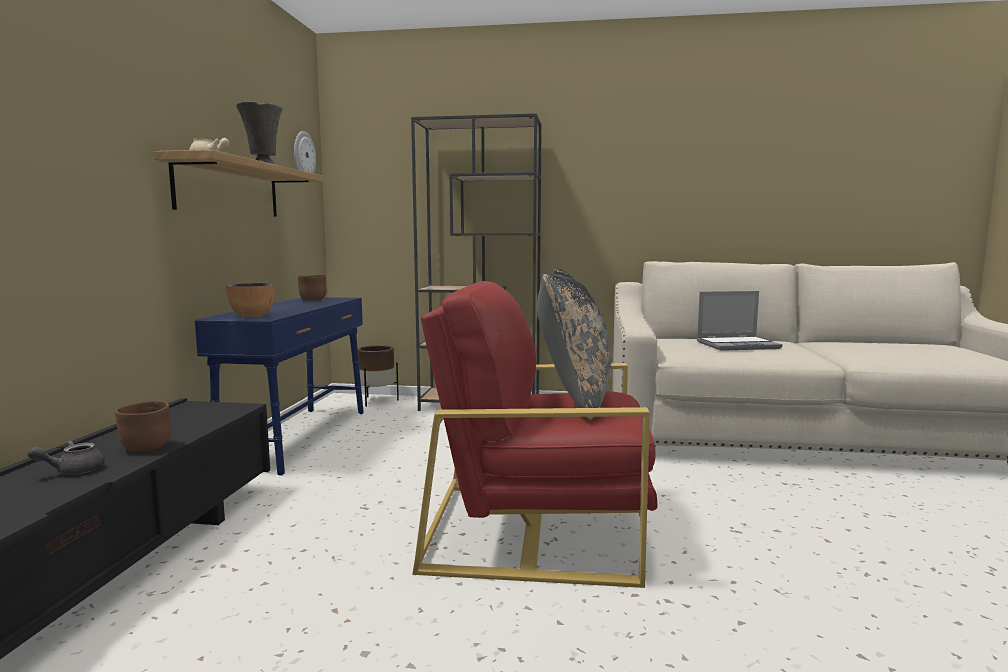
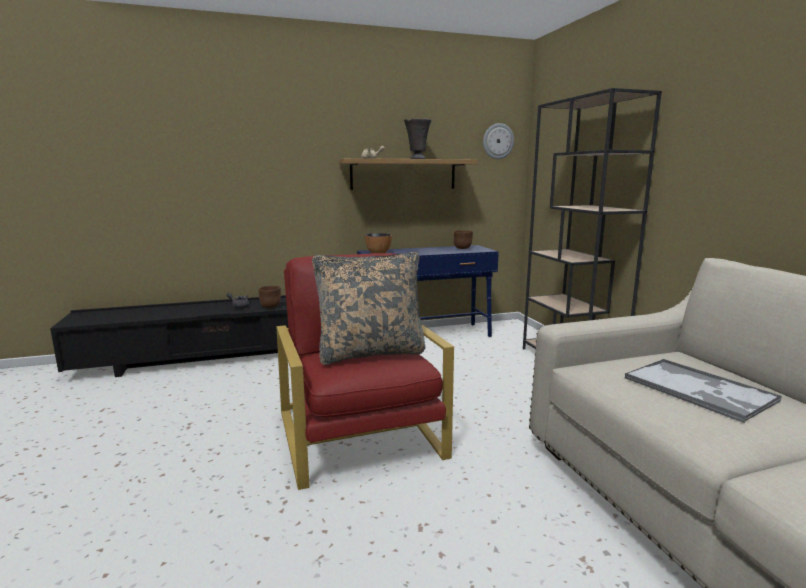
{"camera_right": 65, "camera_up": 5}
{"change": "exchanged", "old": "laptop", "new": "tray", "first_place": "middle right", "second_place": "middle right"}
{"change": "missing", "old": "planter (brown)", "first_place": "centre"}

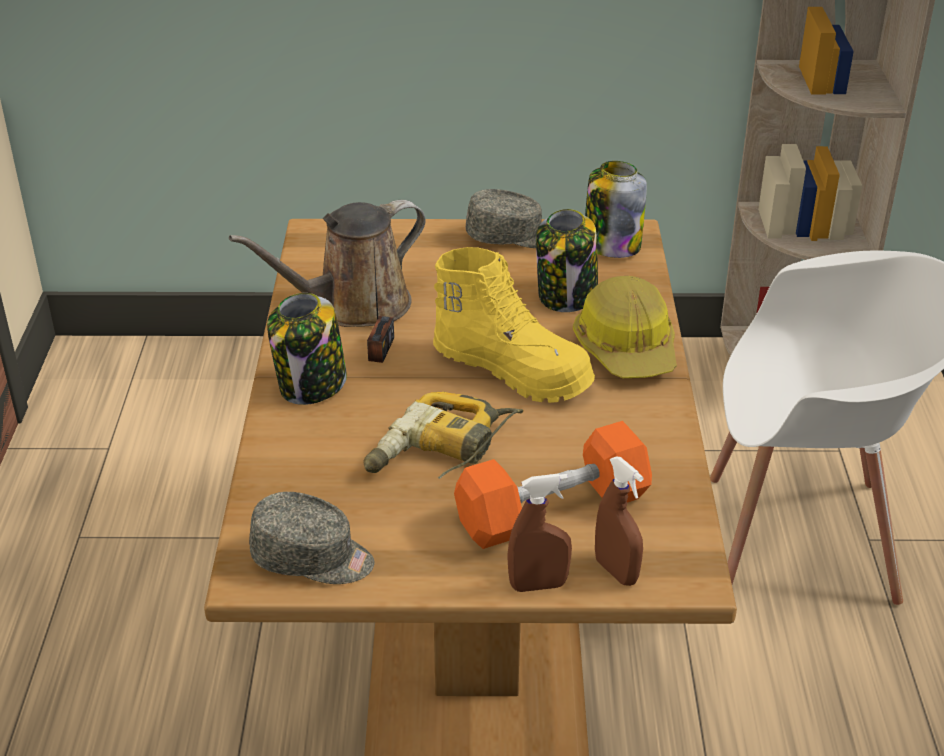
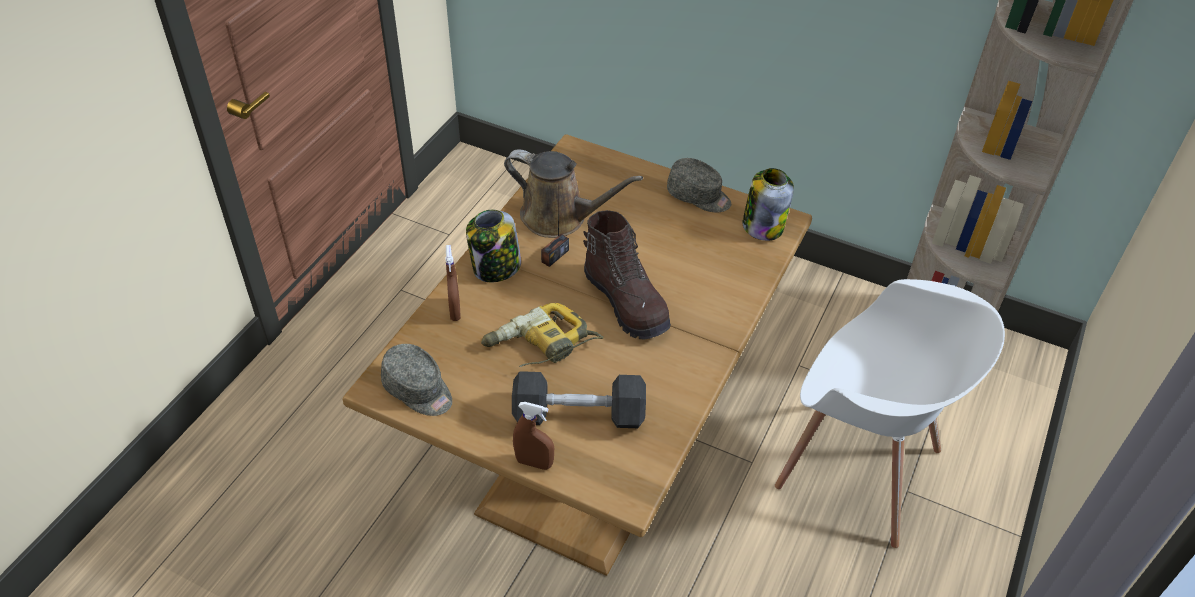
{"camera_right": 25, "camera_up": 10}
{"change": "relocated", "old": "spray bottle (brown) (no. 2 from left in the first image)", "new": "spray bottle (brown) (no. 1 from left)", "first_place": "bottom centre", "second_place": "centre"}
{"change": "spun", "old": "watering can (brown)", "first_place": "centre", "second_place": "top centre", "degrees": -150}
{"change": "colour", "old": "dumbbell (orange)", "new": "dumbbell (black)", "first_place": "centre", "second_place": "bottom centre"}
{"change": "colour", "old": "boot (yellow)", "new": "boot (brown)", "first_place": "centre", "second_place": "centre"}
{"change": "missing", "old": "jar (no. 2 from left)", "first_place": "centre"}
{"change": "missing", "old": "hard hat", "first_place": "centre"}

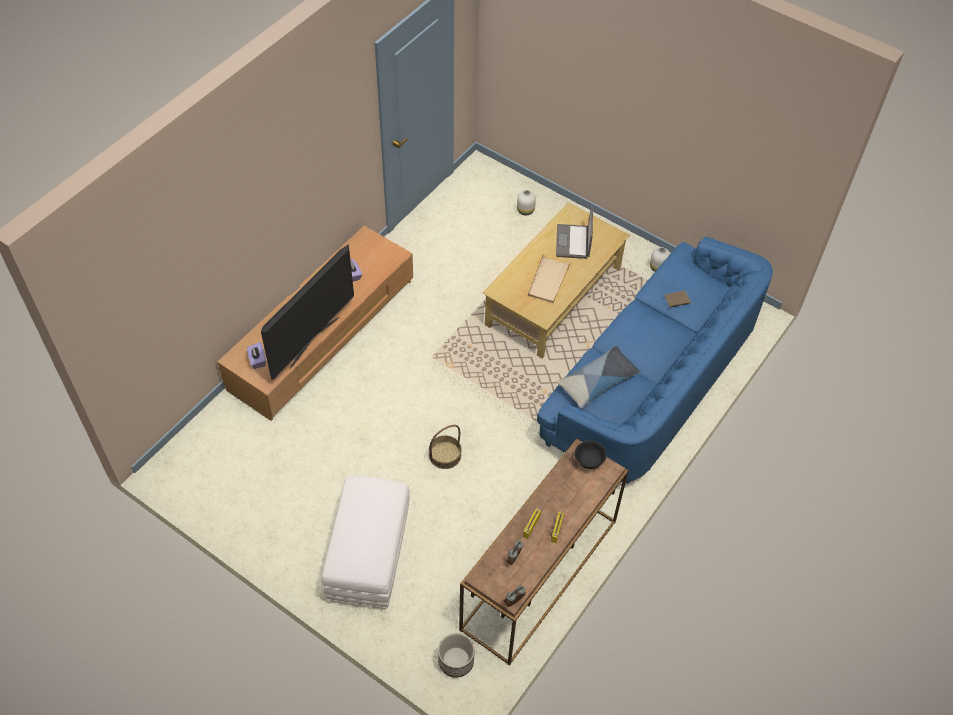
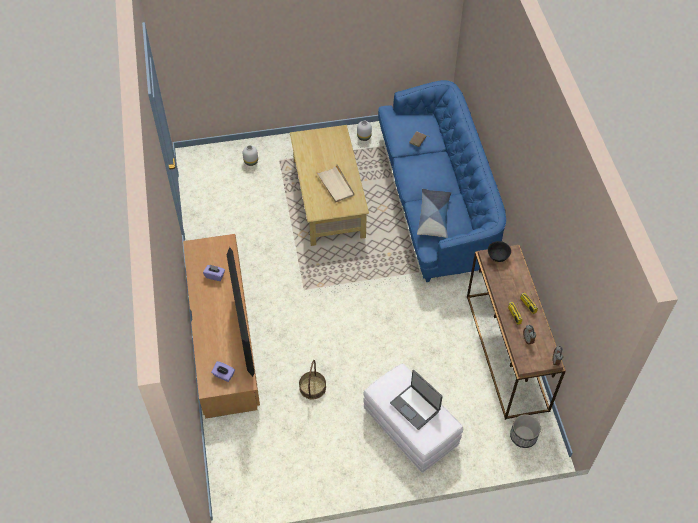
{"camera_right": -45, "camera_up": 0}
{"change": "relocated", "old": "basket", "first_place": "centre", "second_place": "bottom centre"}
{"change": "relocated", "old": "laptop", "first_place": "top centre", "second_place": "bottom centre"}

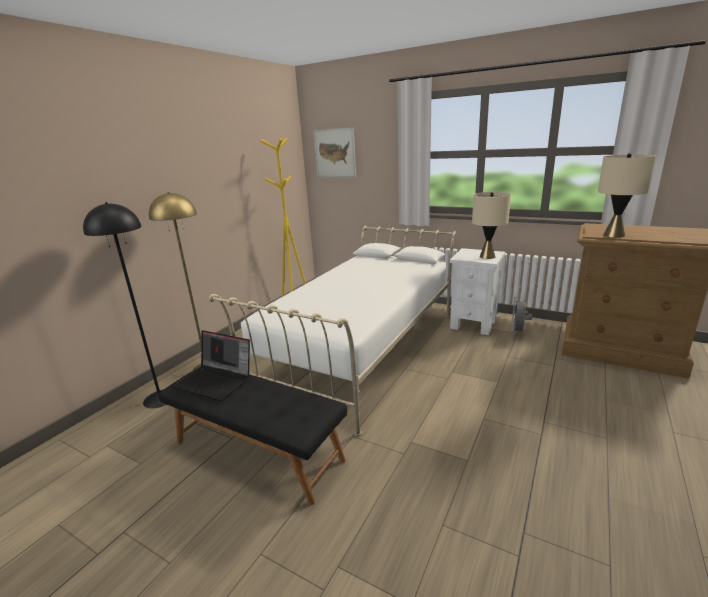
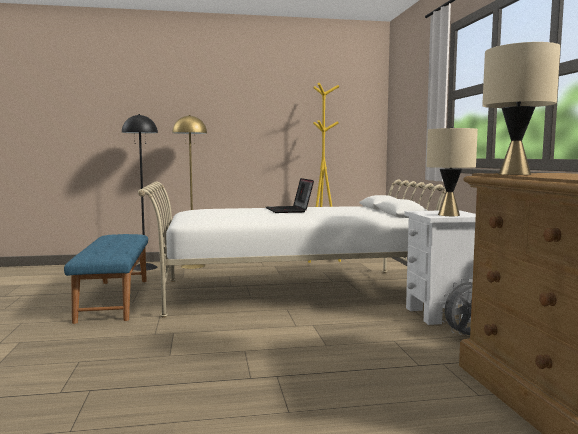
{"camera_right": 50, "camera_up": -15}
{"change": "colour", "old": "bench (black)", "new": "bench (blue)", "first_place": "bottom centre", "second_place": "middle left"}
{"change": "relocated", "old": "laptop", "first_place": "middle left", "second_place": "centre"}
{"change": "missing", "old": "picture", "first_place": "top centre"}

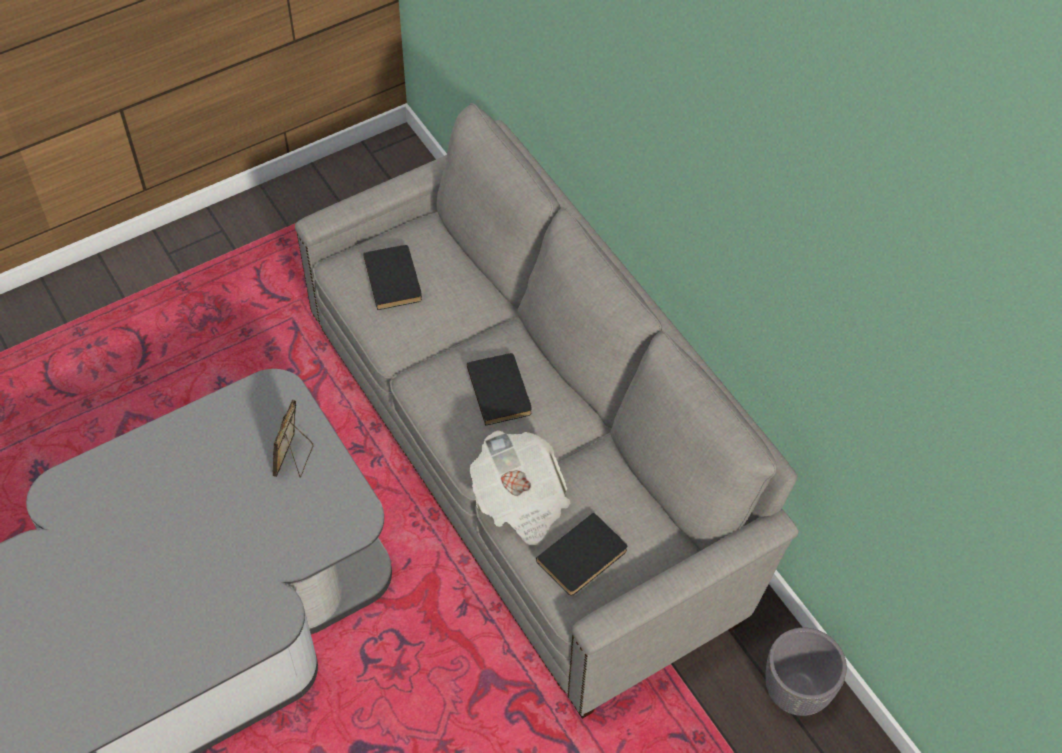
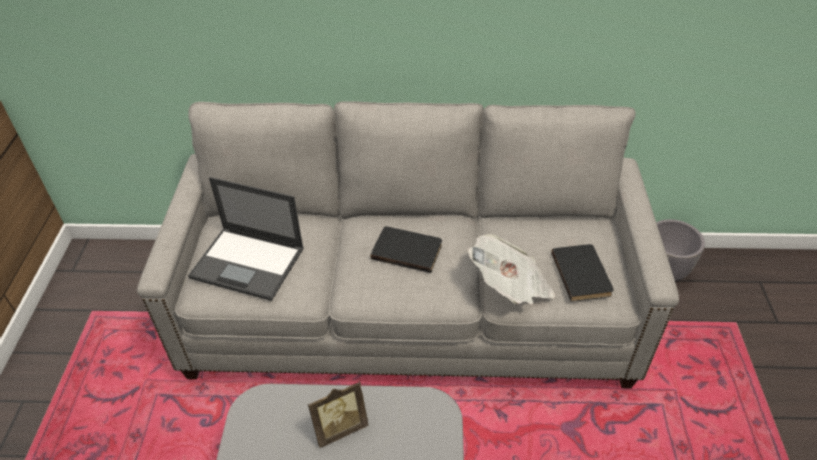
{"camera_right": -55, "camera_up": -10}
{"change": "exchanged", "old": "book (black) (no. 1 from left)", "new": "laptop", "first_place": "centre", "second_place": "middle left"}
{"change": "spun", "old": "picture frame", "first_place": "middle left", "second_place": "bottom centre", "degrees": -75}

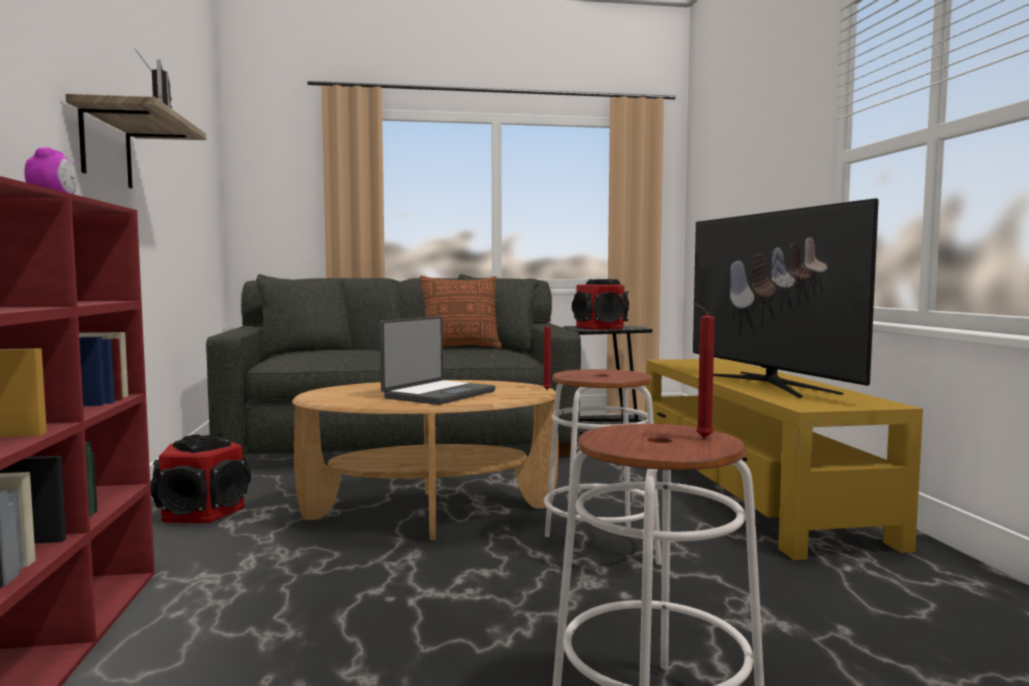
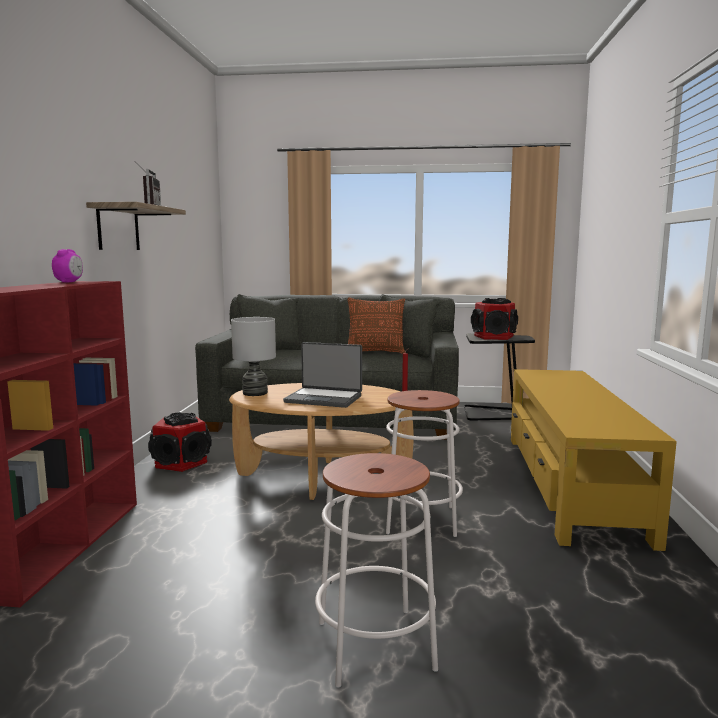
{"camera_right": 15, "camera_up": 5}
{"change": "appeared", "new": "table lamp (grey)", "second_place": "centre"}
{"change": "spun", "old": "laptop", "first_place": "centre", "second_place": "centre", "degrees": 60}
{"change": "missing", "old": "television", "first_place": "middle right"}
{"change": "missing", "old": "candle (red) (no. 2 from left)", "first_place": "middle right"}

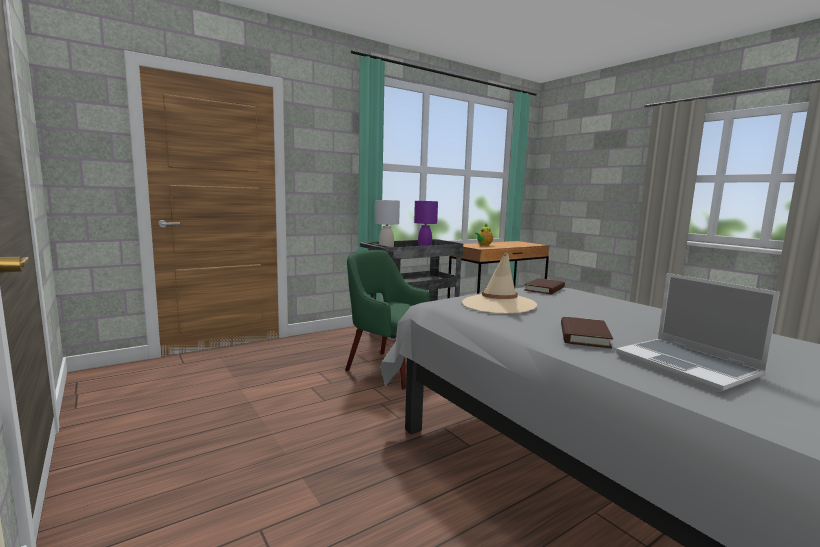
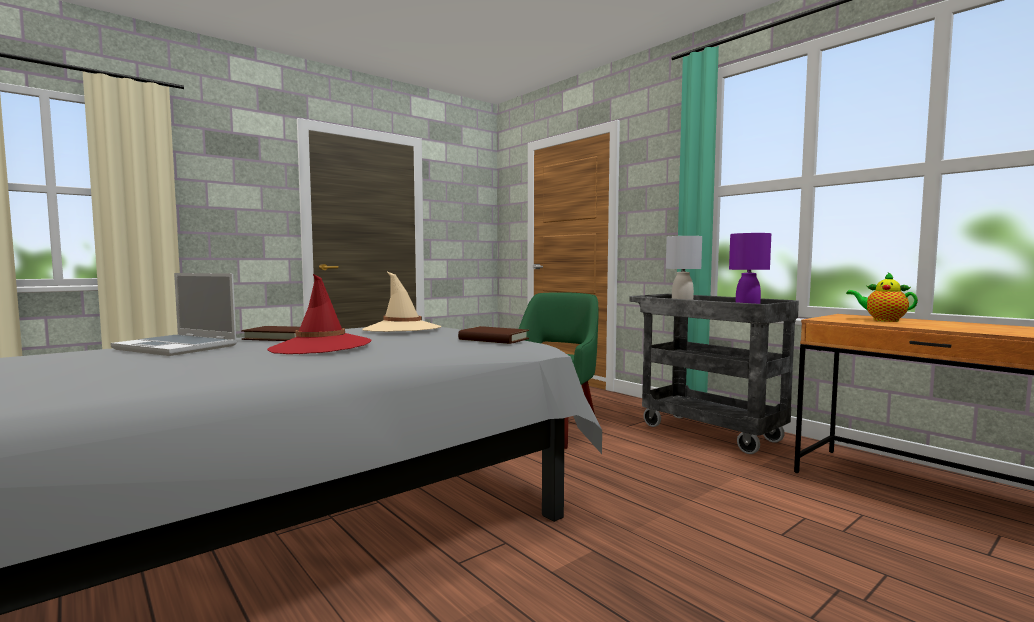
{"camera_right": 85, "camera_up": -5}
{"change": "spun", "old": "laptop", "first_place": "middle right", "second_place": "middle left", "degrees": -120}
{"change": "appeared", "new": "hat (red)", "second_place": "middle left"}

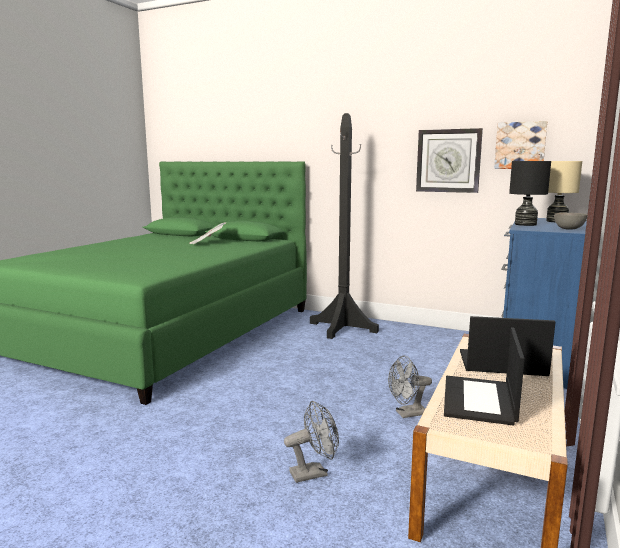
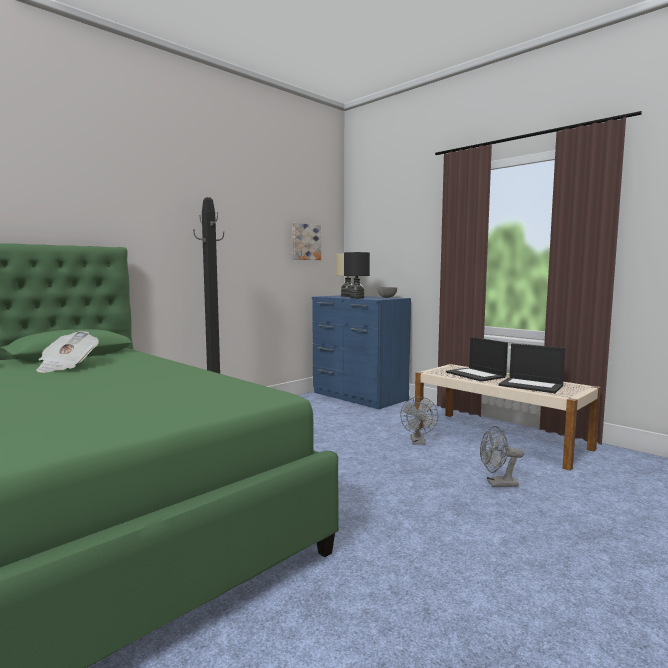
{"camera_right": -70, "camera_up": -5}
{"change": "spun", "old": "laptop (no. 2 from left in the first image)", "first_place": "middle right", "second_place": "middle right", "degrees": -60}
{"change": "spun", "old": "fan (grey) (no. 1 from left in the first image)", "first_place": "bottom centre", "second_place": "bottom right", "degrees": -90}
{"change": "missing", "old": "wall clock", "first_place": "top right"}

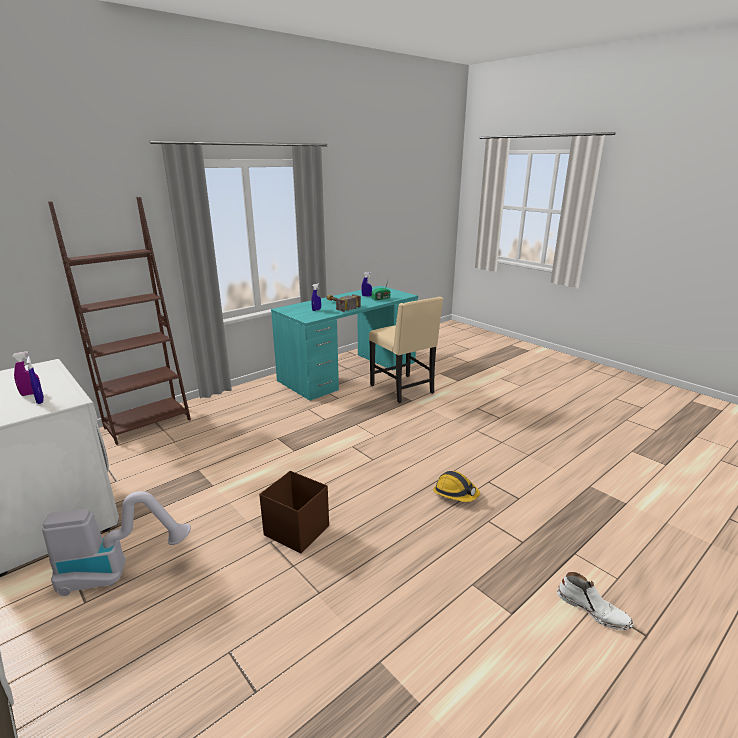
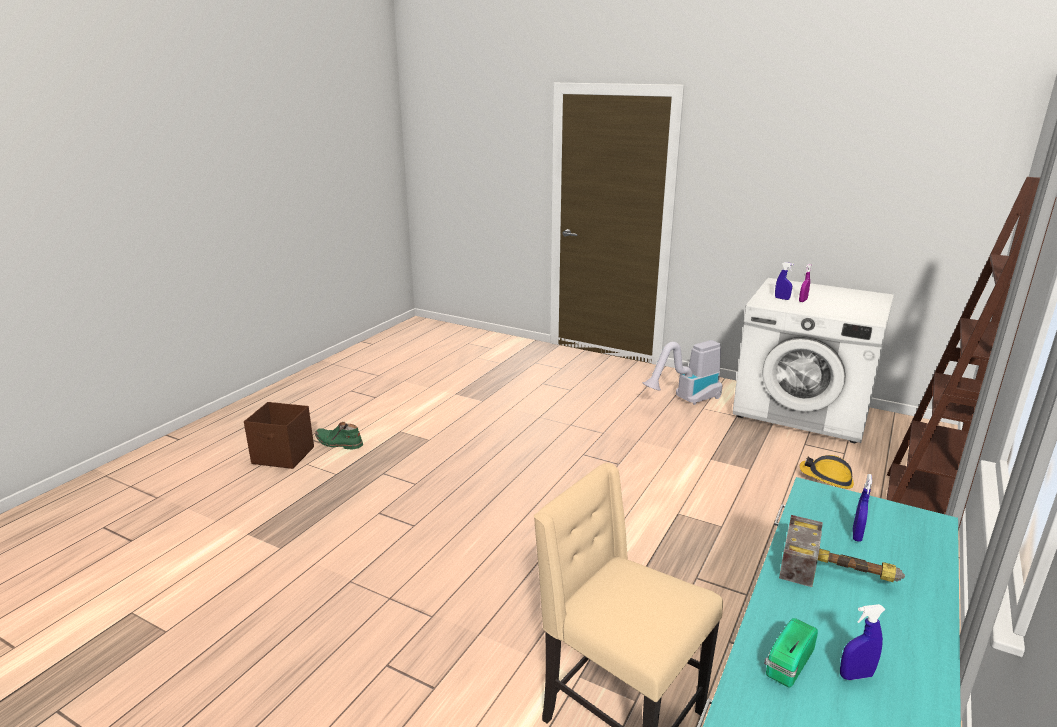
{"camera_right": 160, "camera_up": 0}
{"change": "relocated", "old": "storage box (brown)", "first_place": "bottom centre", "second_place": "middle left"}
{"change": "colour", "old": "boot (white)", "new": "boot (green)", "first_place": "bottom right", "second_place": "middle left"}
{"change": "relocated", "old": "hard hat", "first_place": "centre", "second_place": "middle right"}

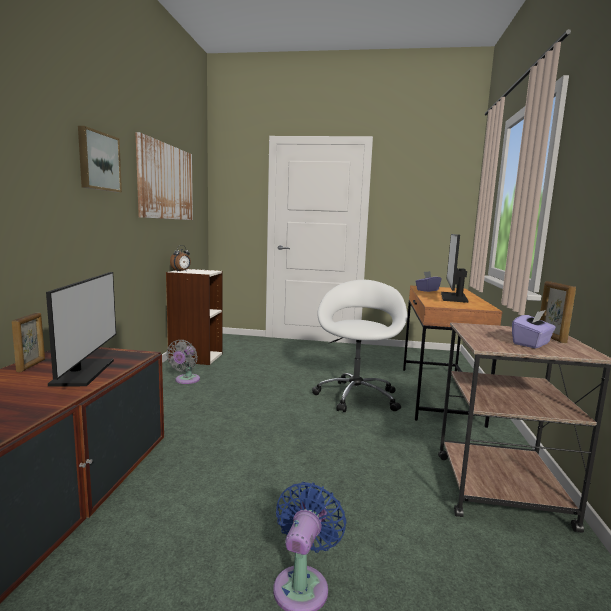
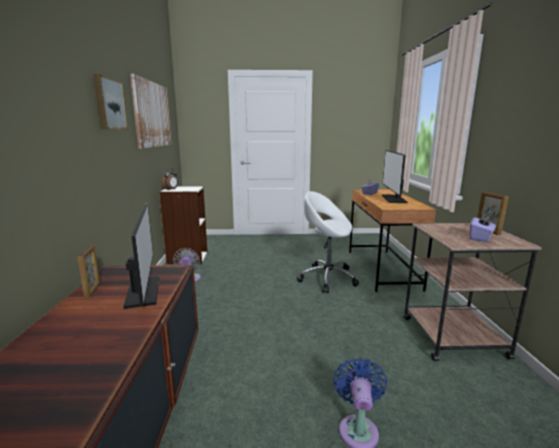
{"camera_right": -10, "camera_up": 5}
{"change": "spun", "old": "office chair (white)", "first_place": "centre", "second_place": "centre", "degrees": -75}

